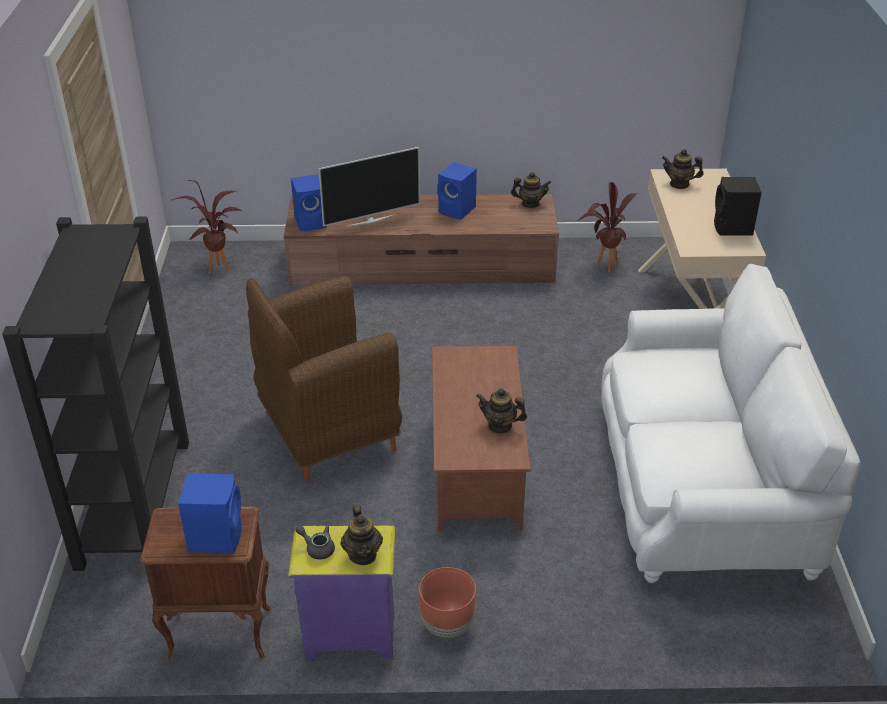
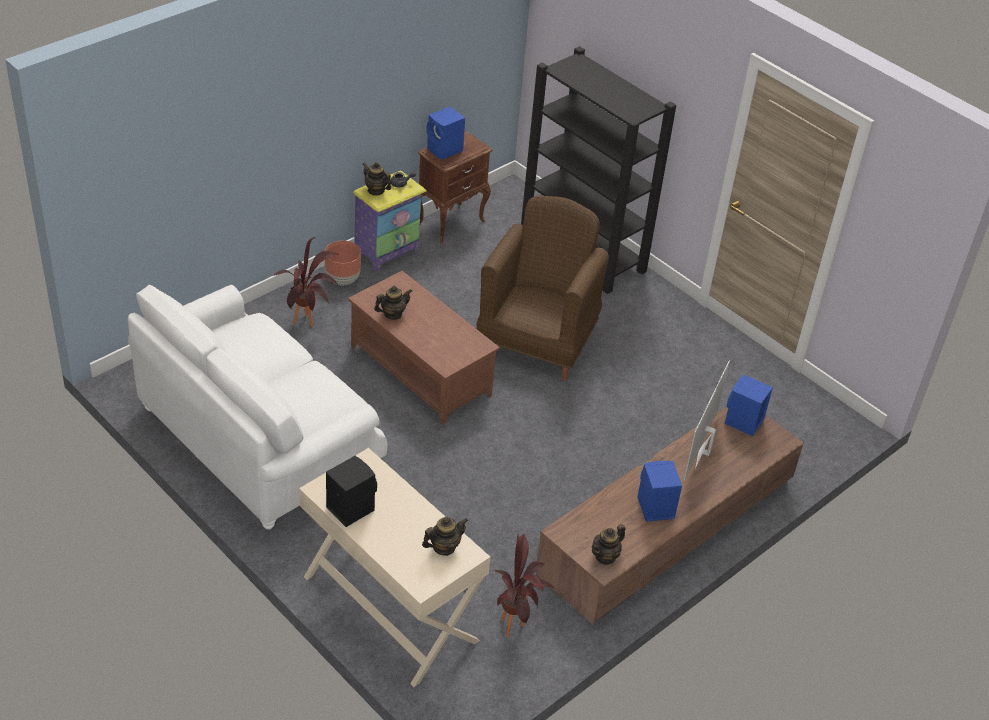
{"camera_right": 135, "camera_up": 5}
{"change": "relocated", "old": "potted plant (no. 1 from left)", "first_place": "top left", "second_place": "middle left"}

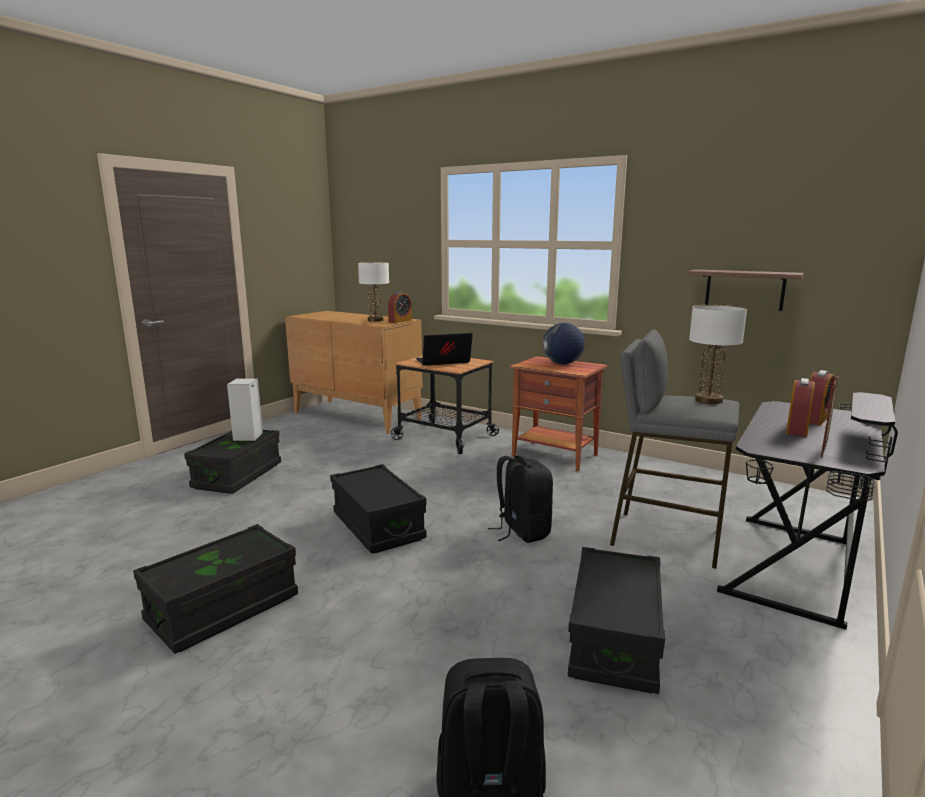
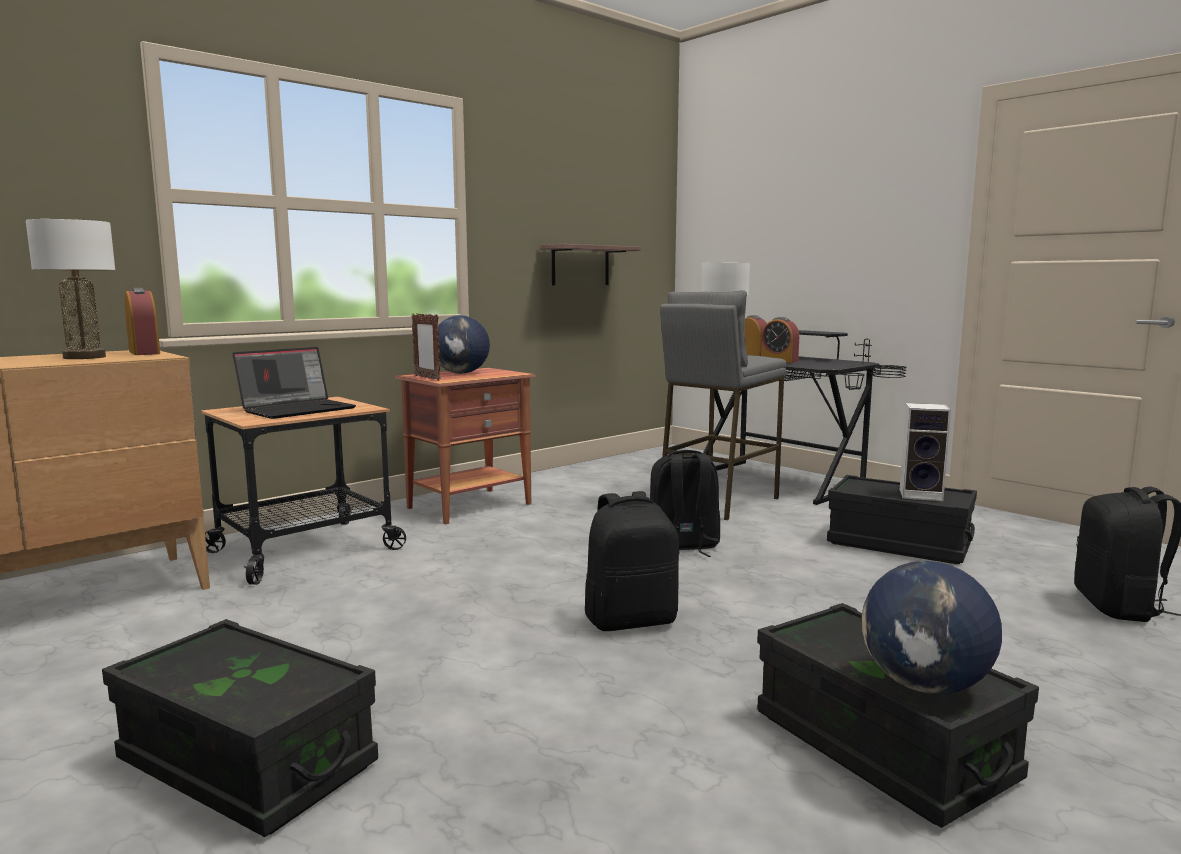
{"camera_right": -75, "camera_up": -5}
{"change": "spun", "old": "laptop", "first_place": "centre", "second_place": "middle left", "degrees": -135}
{"change": "relocated", "old": "picture frame", "first_place": "middle right", "second_place": "centre"}
{"change": "exchanged", "old": "storage box (black) (no. 3 from left)", "new": "backpack (black) (no. 1 from left)", "first_place": "centre", "second_place": "centre"}
{"change": "appeared", "new": "globe (no. 2 from left)", "second_place": "bottom right"}
{"change": "relocated", "old": "speaker", "first_place": "middle left", "second_place": "middle right"}

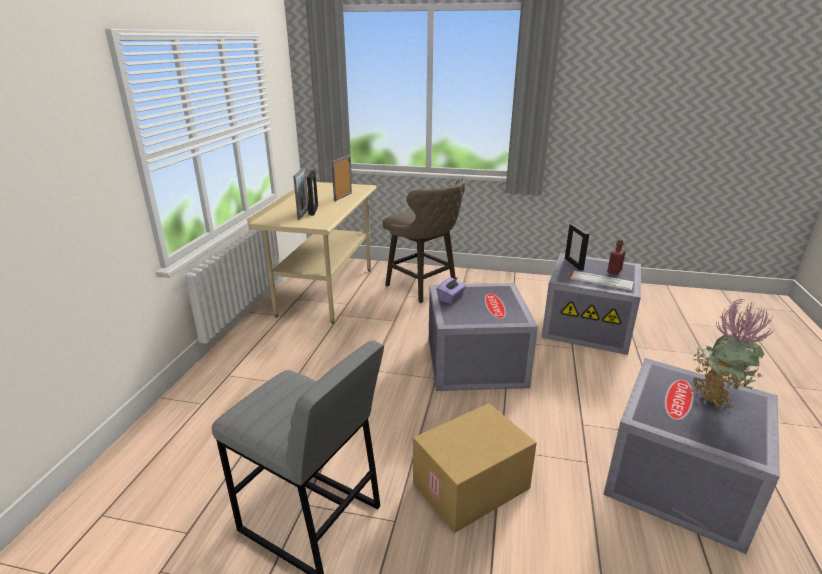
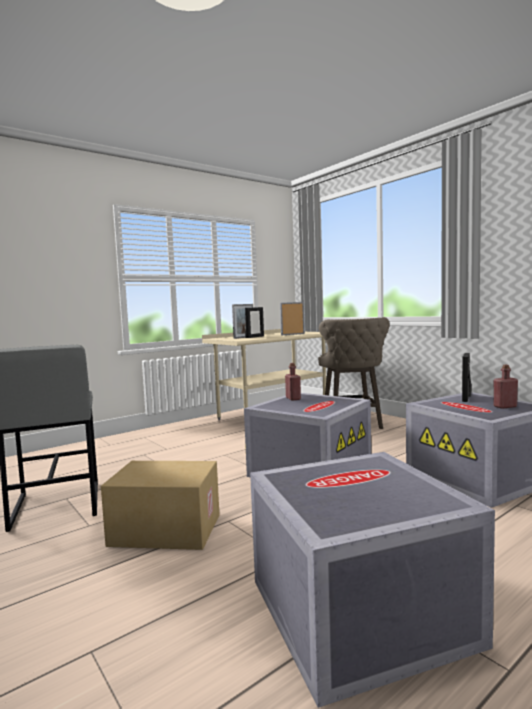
{"camera_right": 40, "camera_up": -20}
{"change": "exchanged", "old": "tissue box (purple)", "new": "bottle (red) (no. 1 from left)", "first_place": "centre", "second_place": "centre"}
{"change": "missing", "old": "keyboard", "first_place": "middle right"}
{"change": "missing", "old": "potted plant", "first_place": "middle right"}

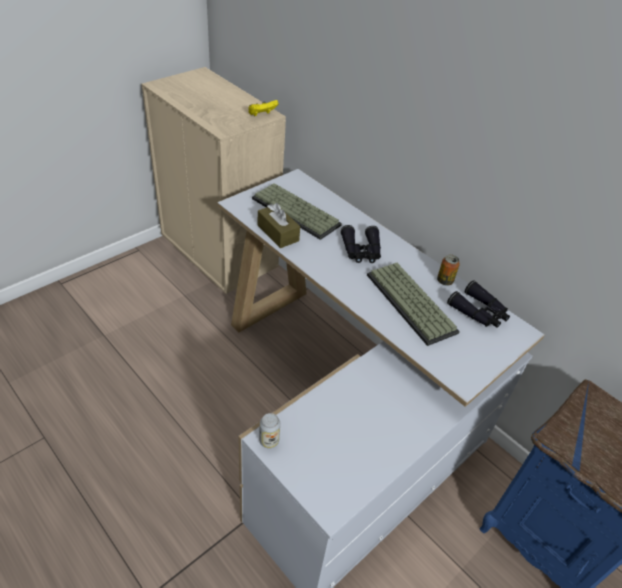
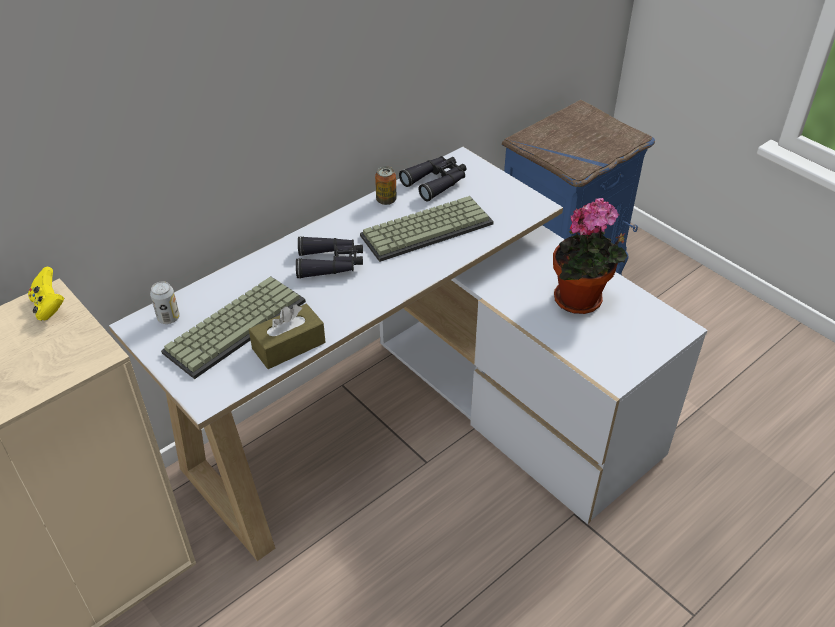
{"camera_right": -85, "camera_up": 0}
{"change": "relocated", "old": "can (no. 1 from left)", "first_place": "bottom centre", "second_place": "middle left"}
{"change": "appeared", "new": "potted plant", "second_place": "middle right"}

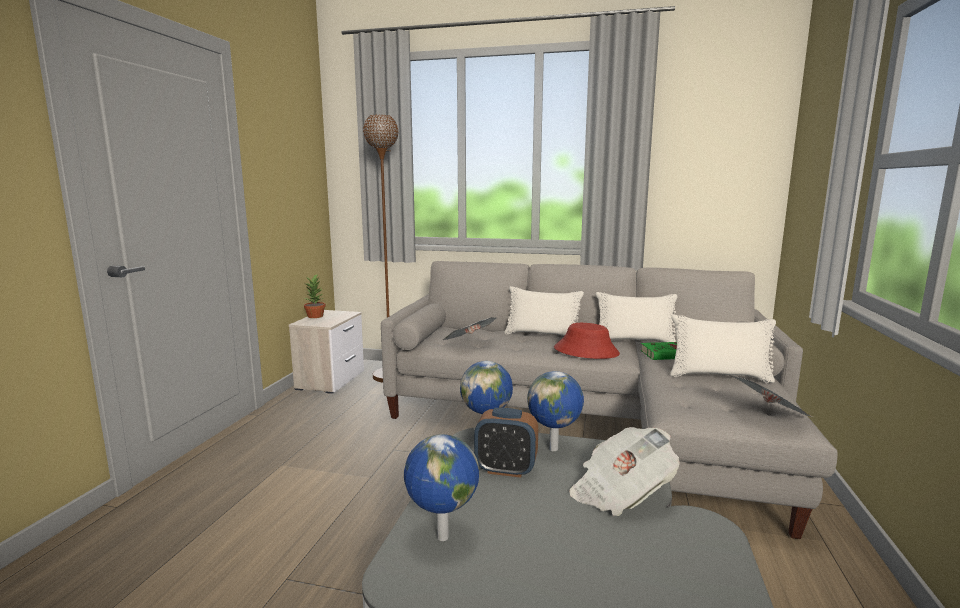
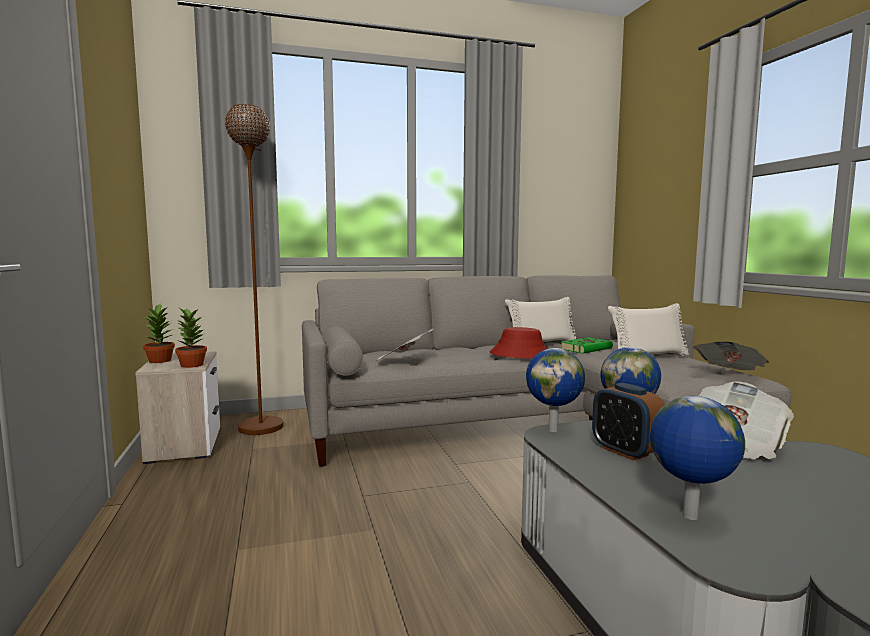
{"camera_right": -30, "camera_up": -5}
{"change": "appeared", "new": "potted plant (no. 2 from left)", "second_place": "middle left"}
{"change": "spun", "old": "alarm clock", "first_place": "bottom centre", "second_place": "middle right", "degrees": 75}
{"change": "missing", "old": "pillow (white) (no. 1 from left)", "first_place": "centre"}

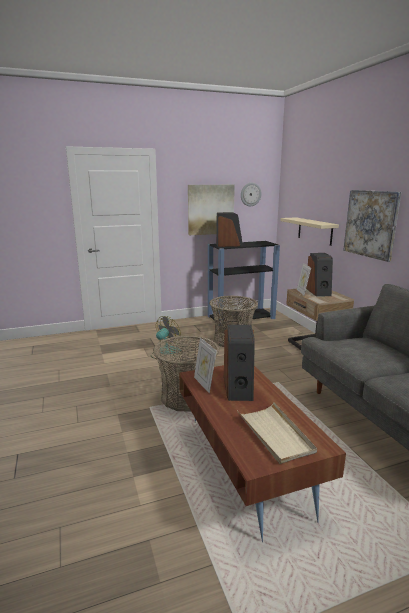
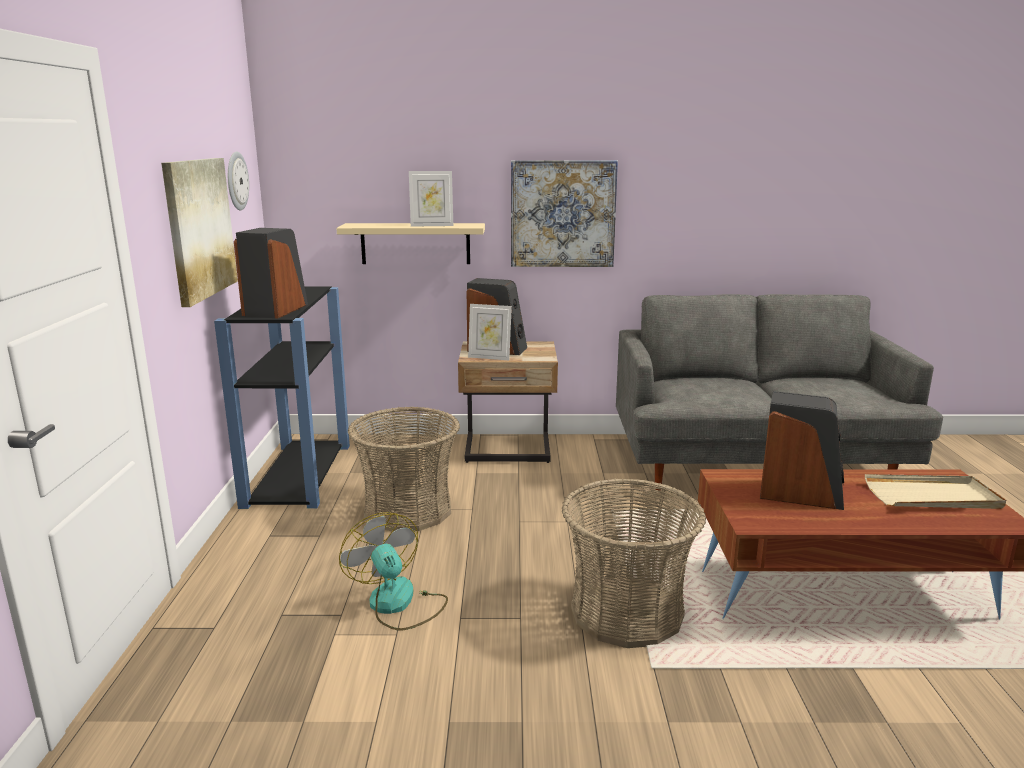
{"camera_right": -70, "camera_up": 0}
{"change": "relocated", "old": "picture frame (no. 1 from left)", "first_place": "centre", "second_place": "top centre"}

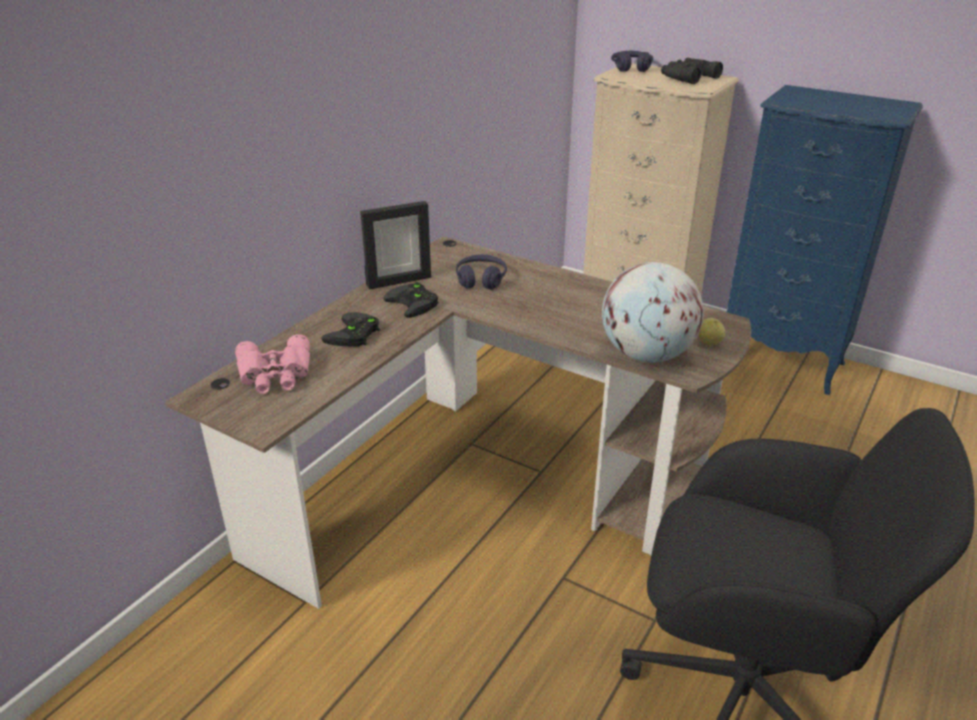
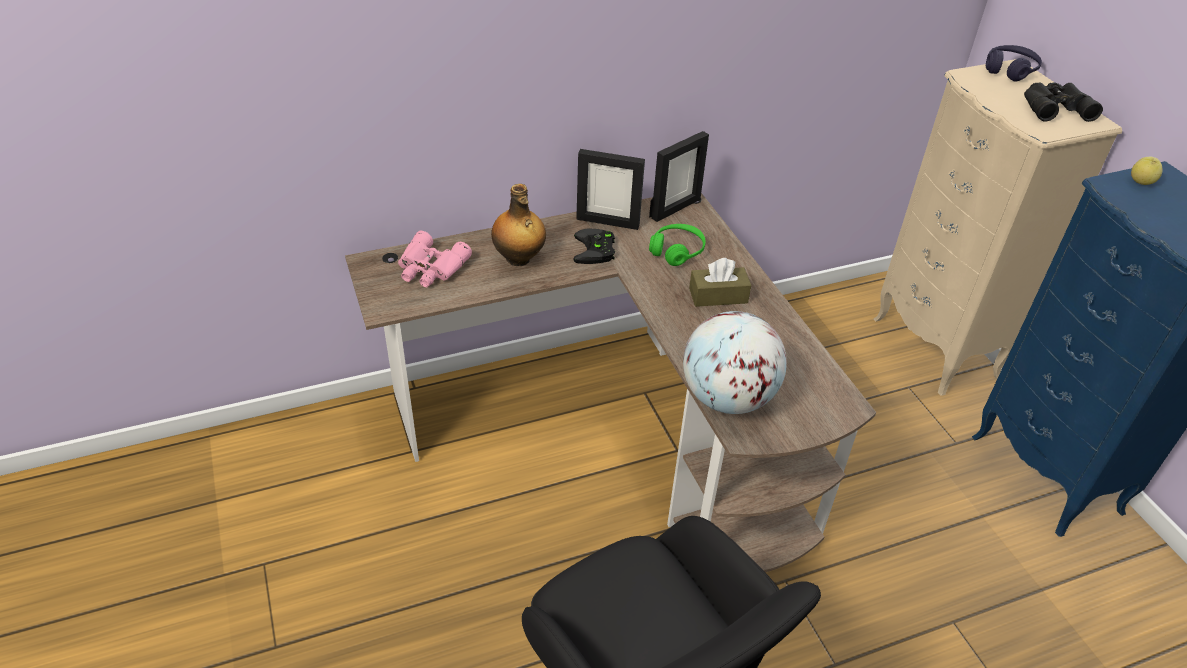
{"camera_right": 35, "camera_up": 10}
{"change": "exchanged", "old": "game controller (black) (no. 1 from left)", "new": "bottle", "first_place": "centre", "second_place": "centre"}
{"change": "appeared", "new": "picture frame (no. 2 from left)", "second_place": "top centre"}
{"change": "colour", "old": "headphones (purple) (no. 1 from left)", "new": "headphones (green)", "first_place": "centre", "second_place": "centre"}
{"change": "appeared", "new": "tissue box (brown)", "second_place": "centre"}
{"change": "relocated", "old": "apple", "first_place": "middle right", "second_place": "top right"}

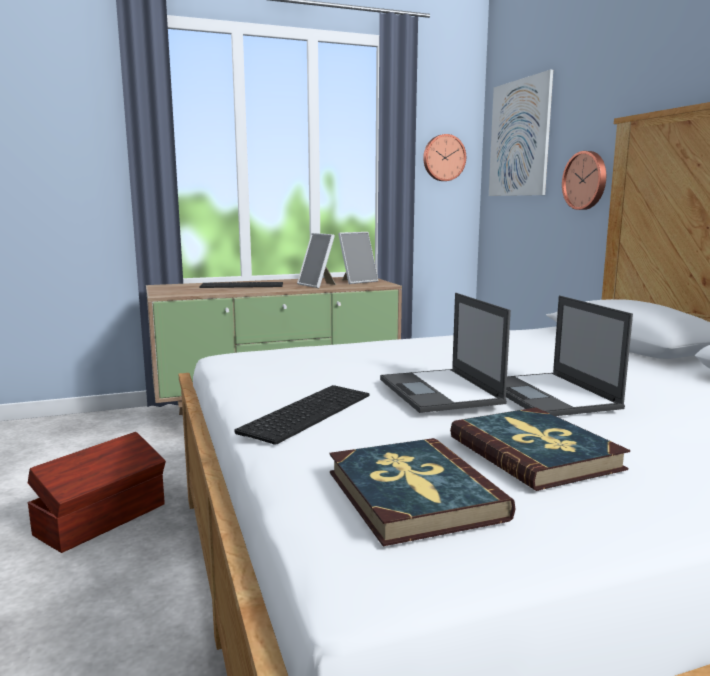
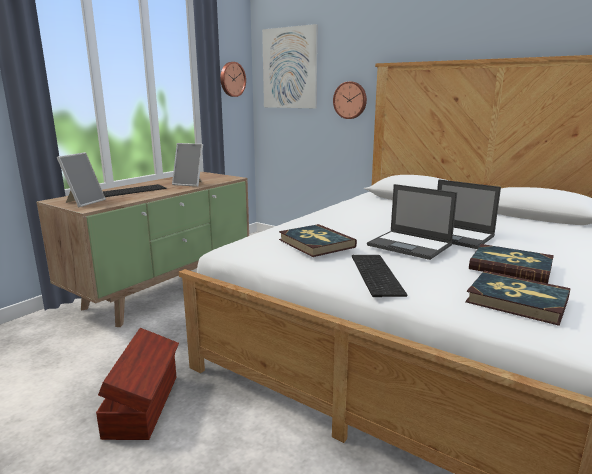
{"camera_right": -35, "camera_up": 5}
{"change": "relocated", "old": "picture frame (no. 2 from left in the first image)", "new": "picture frame (no. 1 from left)", "first_place": "centre", "second_place": "middle left"}
{"change": "appeared", "new": "book (no. 1 from left)", "second_place": "centre"}

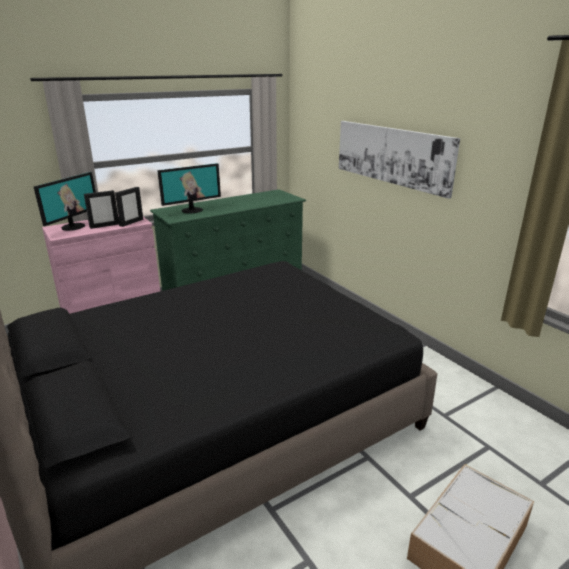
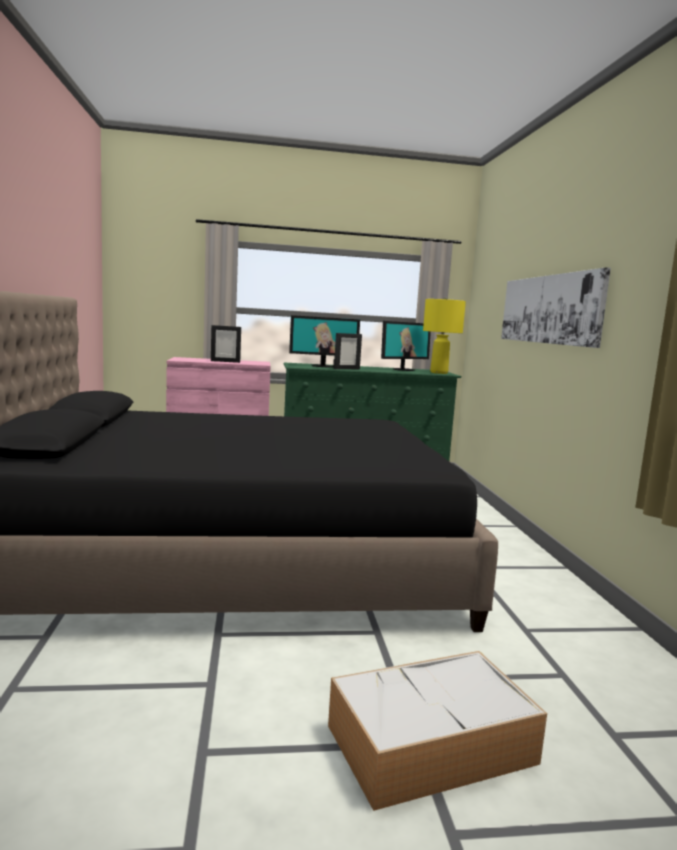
{"camera_right": 25, "camera_up": -15}
{"change": "relocated", "old": "picture frame (no. 2 from left)", "first_place": "middle left", "second_place": "centre"}
{"change": "relocated", "old": "monitor (no. 1 from left in the first image)", "new": "monitor (no. 2 from left)", "first_place": "middle left", "second_place": "centre"}
{"change": "appeared", "new": "table lamp (yellow)", "second_place": "centre"}

